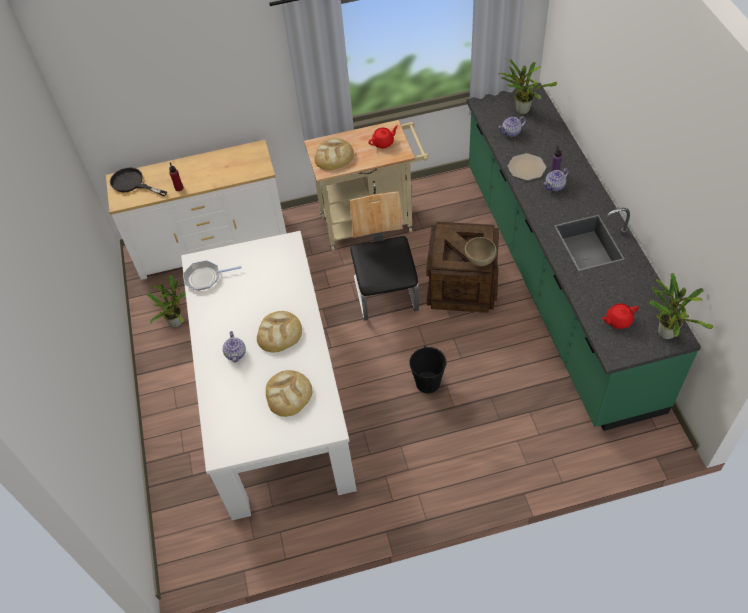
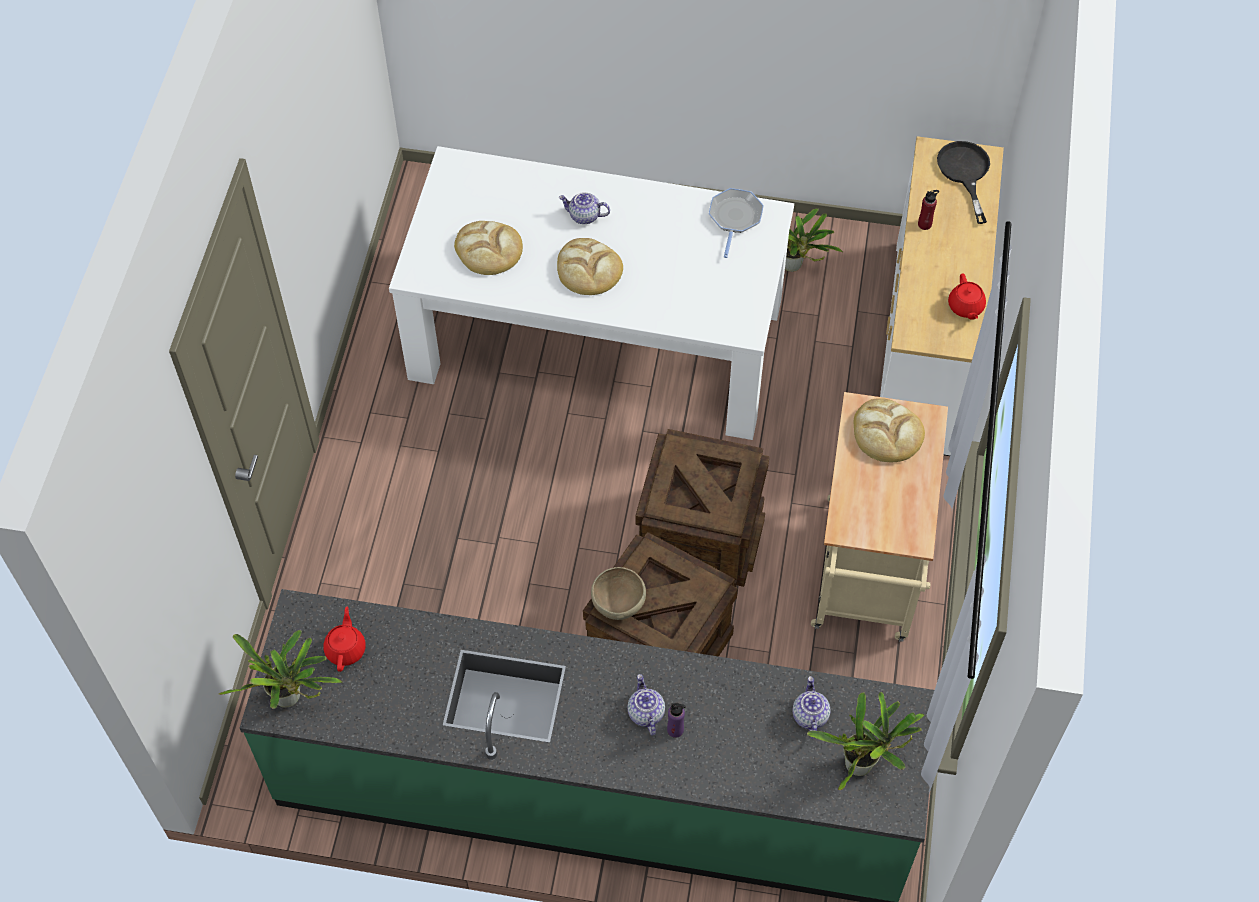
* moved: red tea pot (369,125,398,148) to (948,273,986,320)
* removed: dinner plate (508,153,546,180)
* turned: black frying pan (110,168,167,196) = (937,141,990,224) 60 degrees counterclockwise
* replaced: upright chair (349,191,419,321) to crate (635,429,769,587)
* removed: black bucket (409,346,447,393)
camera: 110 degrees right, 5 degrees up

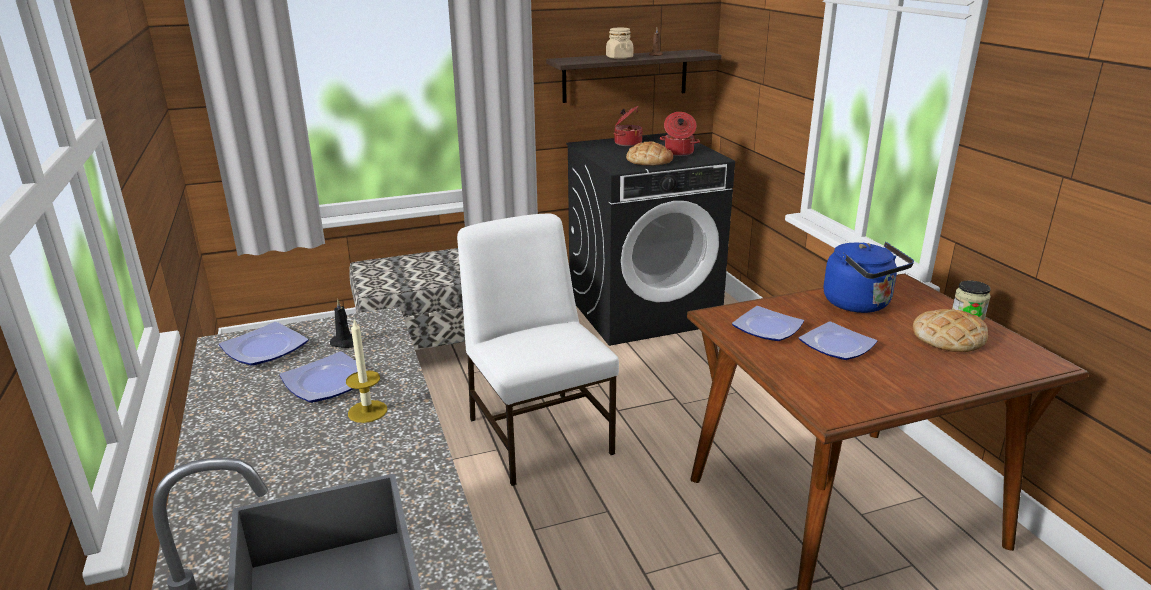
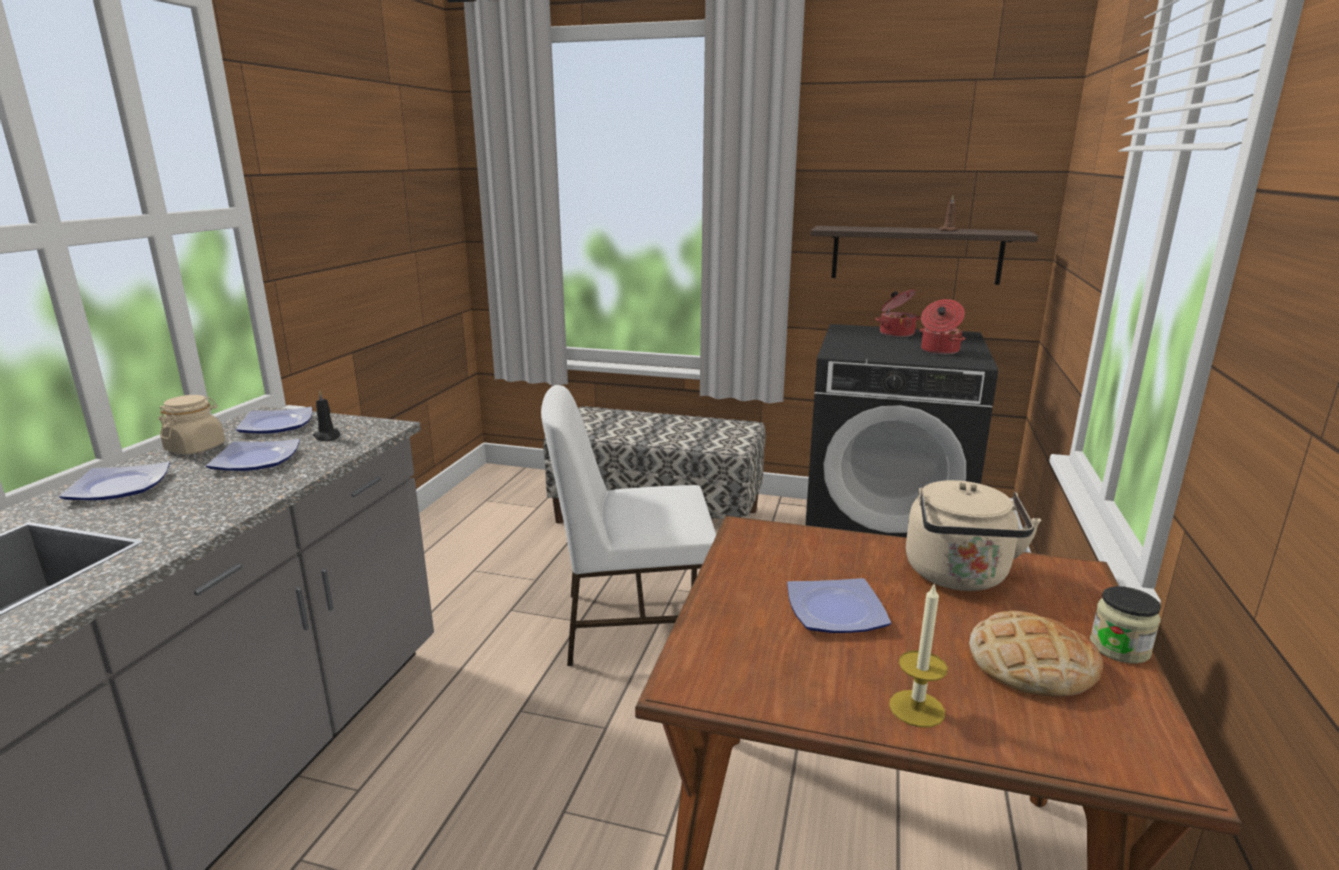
* moved: beige-coloured jar (606,28,633,59) to (158,395,225,454)
* removed: bakery bread (626,141,673,166)
* turned: white upright chair (457,214,619,486) = (541,385,716,666) 105 degrees counterclockwise
* recoloured: blue-coloured kettle (823,242,914,313) to beige-coloured kettle (906,480,1041,591)
* moved: dinner plate (732,306,804,341) to (59,462,170,500)
* moved: wax candle (346,320,387,423) to (889,582,947,728)
camera: 35 degrees right, 5 degrees down

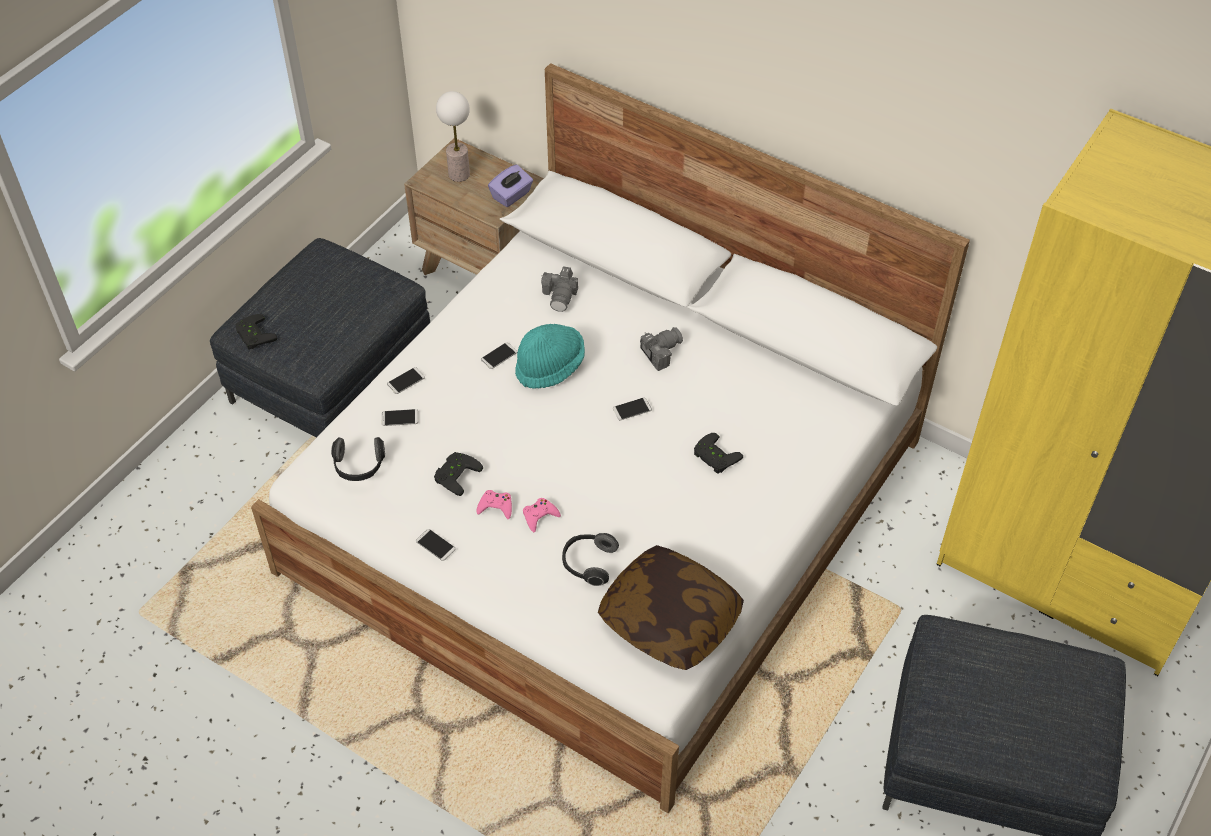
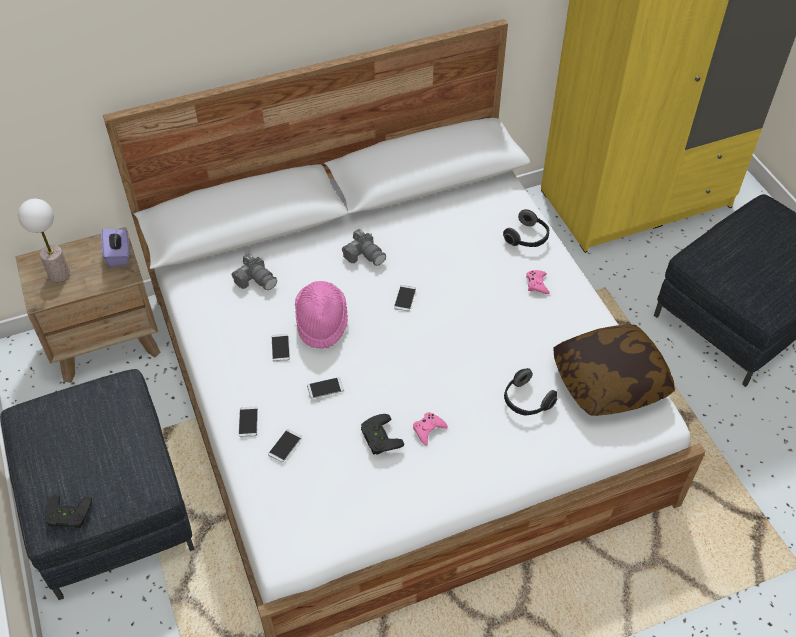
* recoloured: turquoise hat (515,324,585,389) to pink hat (295,281,348,349)
* turned: photo camera (640,327,683,371) = (342,229,386,266) 135 degrees clockwise
* removed: black gamepad (694,433,743,474)
* moved: pair of headphones (331,437,385,481) to (503,209,549,247)
* moved: pink gamepad (523,498,561,532) to (526,270,550,294)
* moved: telephone (416,529,455,561) to (307,377,344,398)
camera: 55 degrees left, 0 degrees up

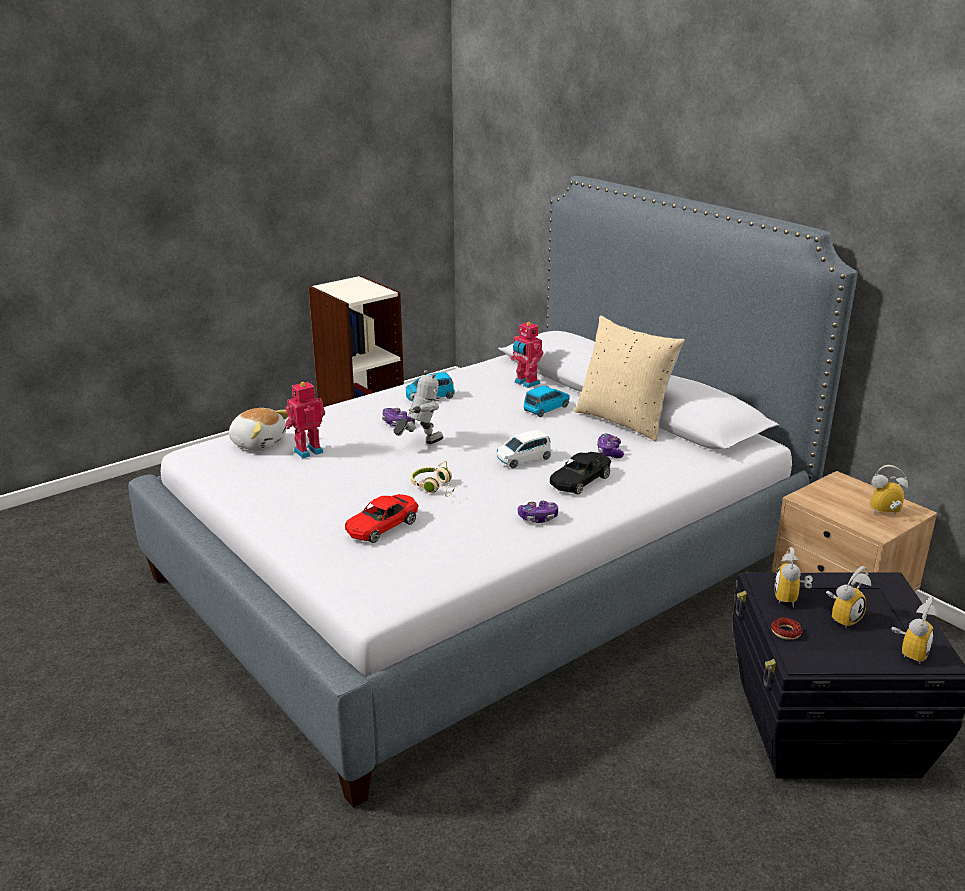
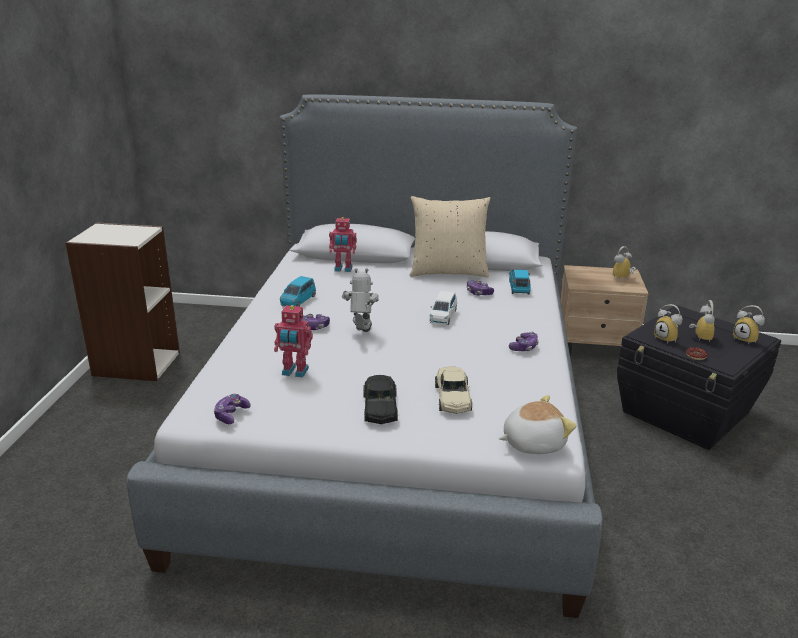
* turned: robot figure (285,381,325,458) = (274,305,313,378) 90 degrees counterclockwise
* moved: blue-coloured miniature car (524,386,570,417) to (509,270,531,295)
* moved: soft toy (229,408,288,451) to (499,395,577,454)
* moved: black miniature car (550,452,612,495) to (363,375,398,424)
* removed: beige-coloured pair of headphones (411,461,454,497)
* recoloured: red miniature car (345,494,419,543) to beige-coloured miniature car (435,366,472,414)
* turned: alarm clock (891,596,938,664) = (733,305,765,345) 150 degrees clockwise
* added: gamepad (213,394,251,424)
camera: 45 degrees left, 0 degrees up

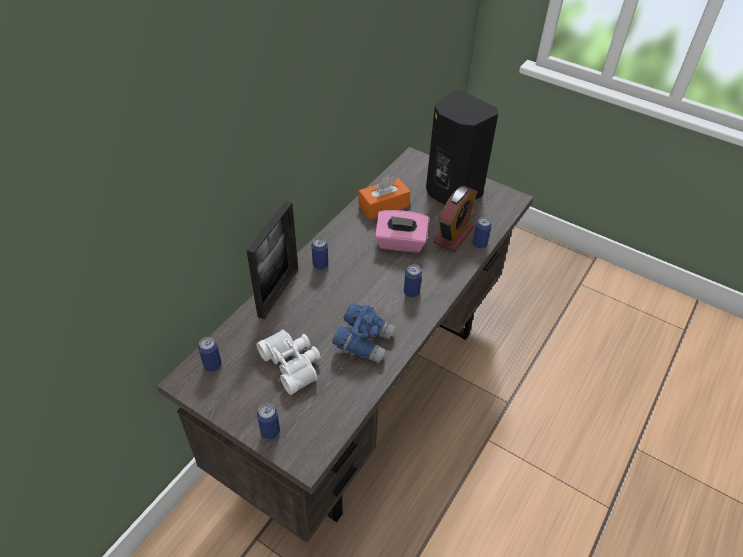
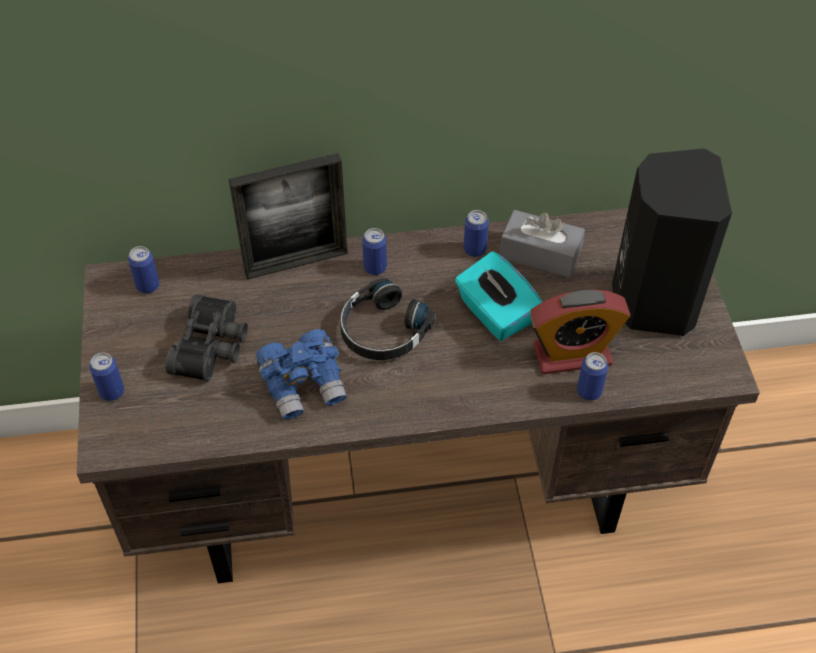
* recoloured: orange-coloured tissue holder (358,176,411,220) to greyish tissue holder (500,210,585,278)
* recoloured: pink tissue holder (375,210,429,253) to turquoise tissue holder (455,251,542,341)
* moved: sealed can (404,265,422,298) to (464,210,489,257)
* recoloured: white field glasses (256,329,321,395) to black field glasses (165,294,248,381)
* added: black pair of headphones (340,278,435,360)
camera: 50 degrees right, 5 degrees up

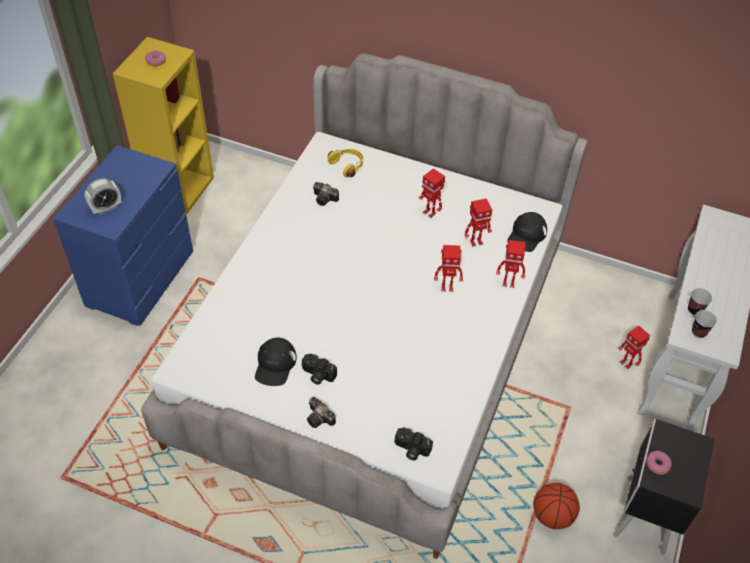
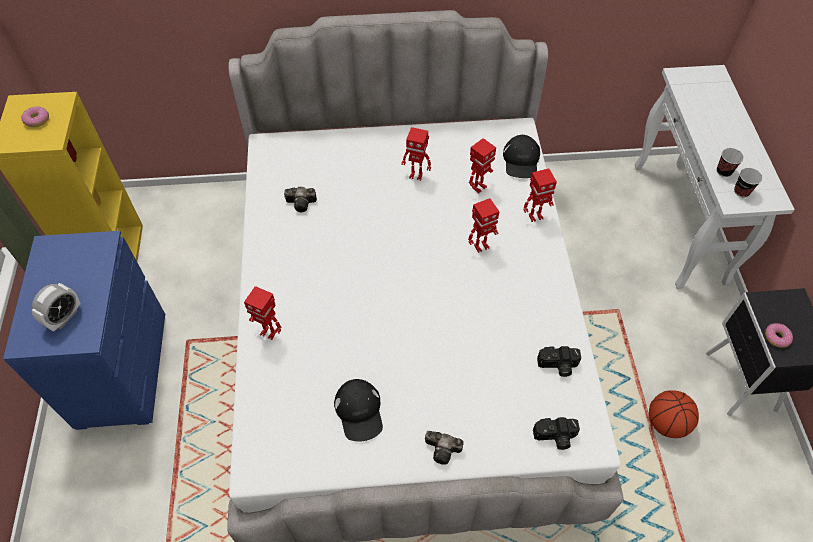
* removed: yellowish pair of headphones (328,149,363,178)
* moved: robot figure (618,325,650,369) to (244,286,281,340)
* moved: photo camera (301,354,337,385) to (537,346,581,377)
camera: 25 degrees left, 5 degrees up

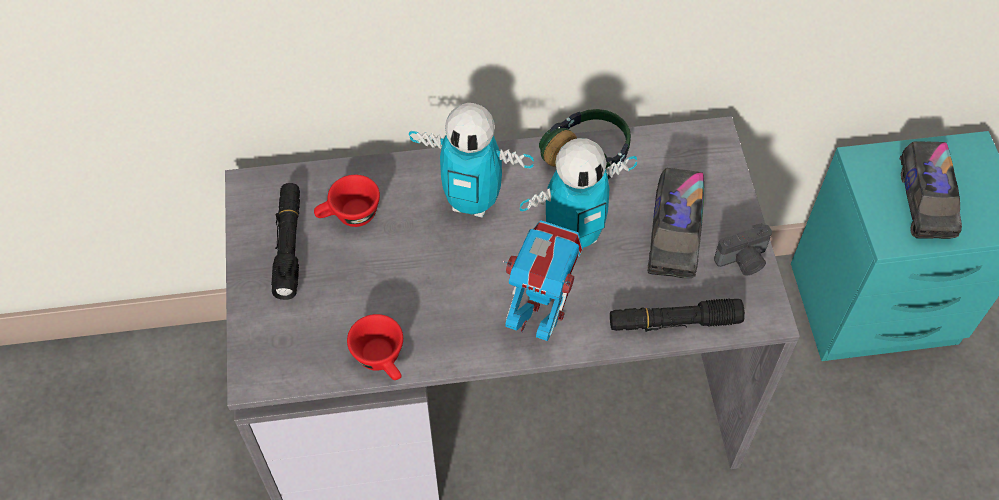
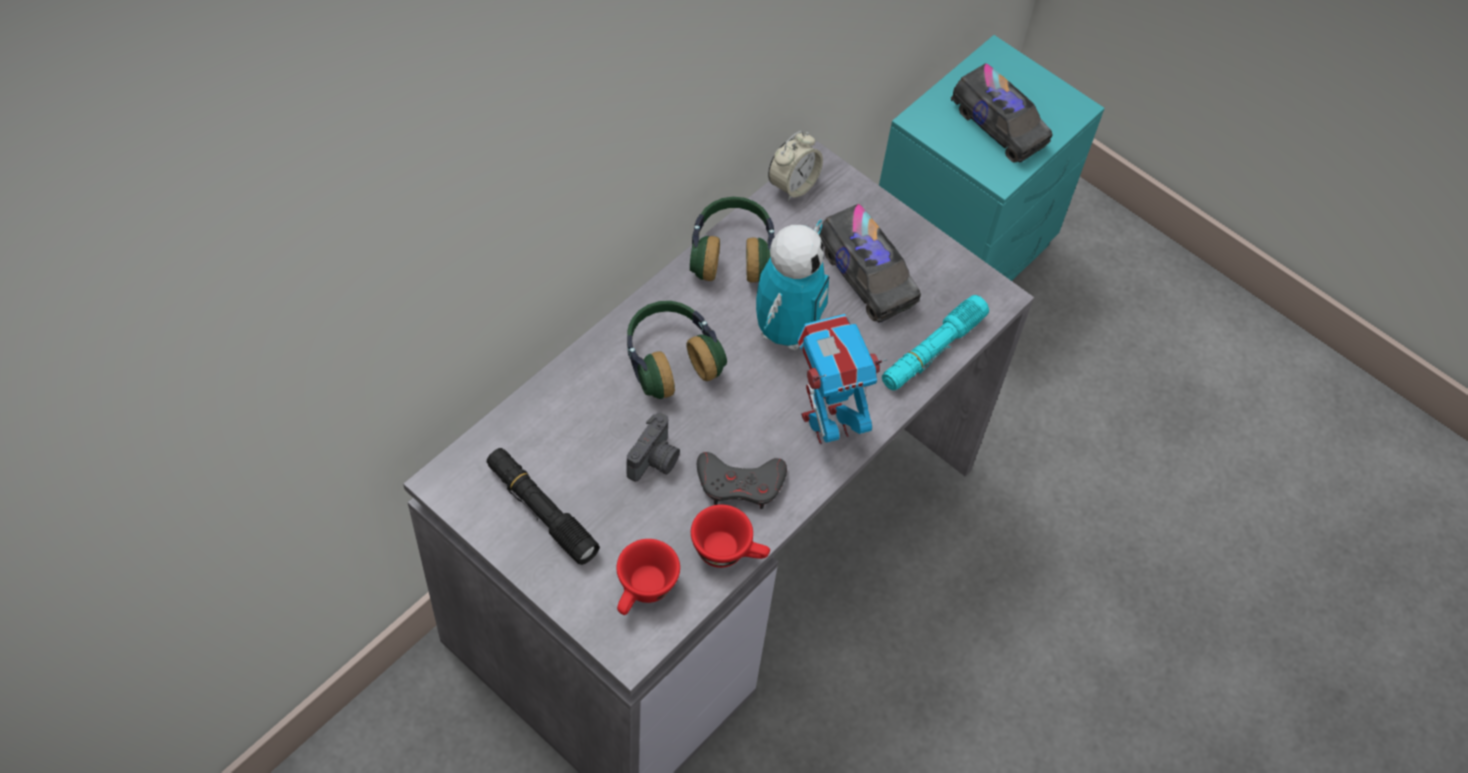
* replaced: robot figure (409,103,534,217) to pair of headphones (627,301,727,399)
* moved: red small cup (314,175,380,227) to (616,539,680,615)
* moved: photo camera (714,223,772,275) to (626,413,680,482)
* recoloured: black hand torch (610,298,745,332) to turquoise hand torch (882,295,989,391)
* added: alarm clock (768,130,823,201)
* added: greyish gamepad (697,452,787,509)
camera: 45 degrees left, 0 degrees up

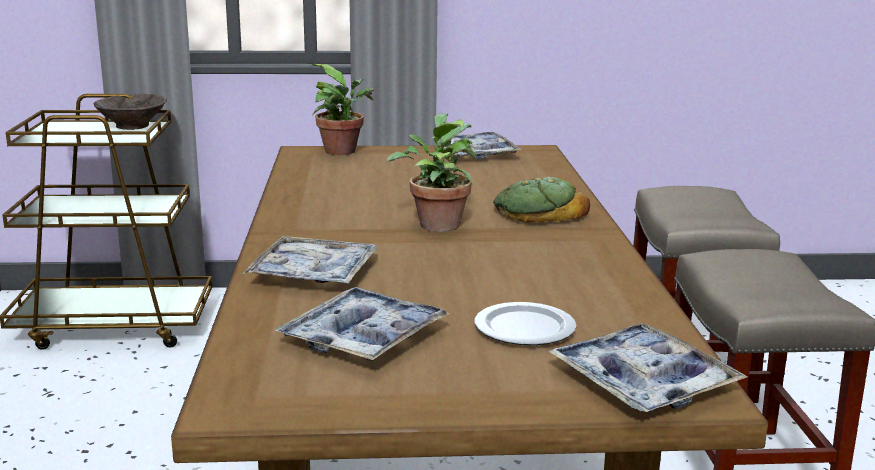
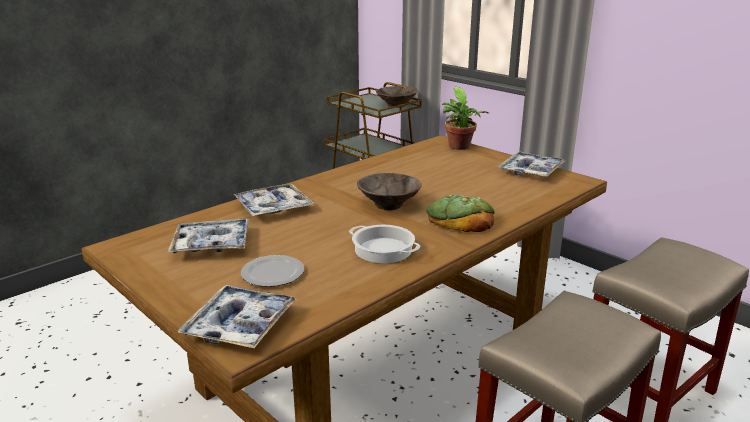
* replaced: potted plant (387,113,477,232) to brown deep dish (357,173,422,211)
* added: saucepot (349,225,421,263)
camera: 50 degrees right, 5 degrees up

